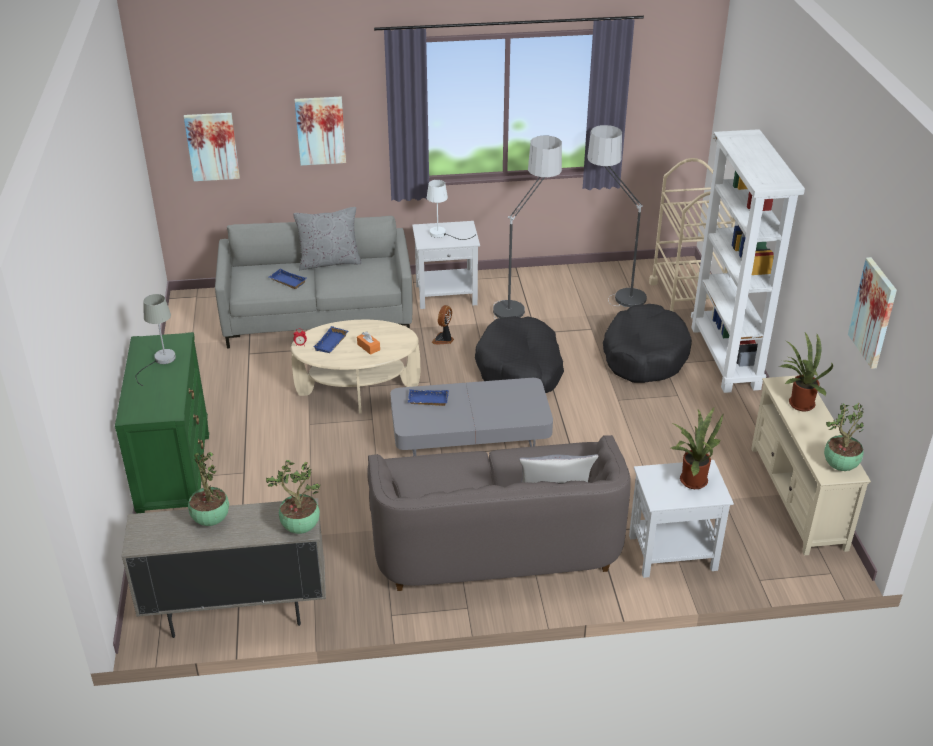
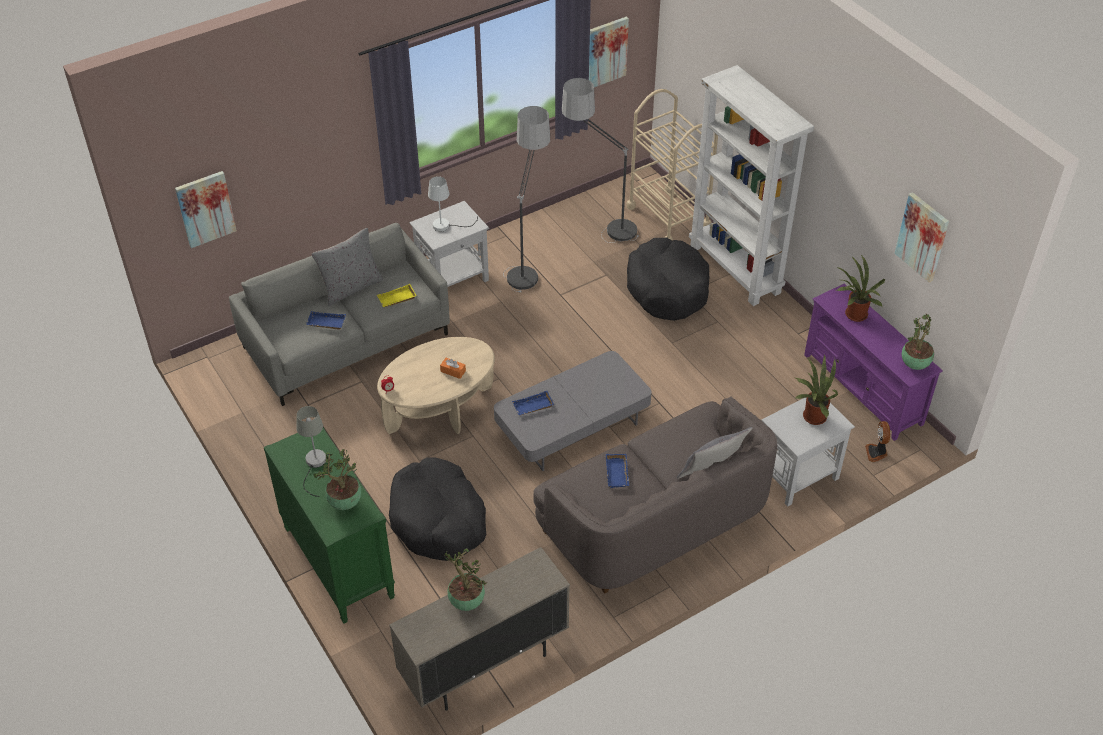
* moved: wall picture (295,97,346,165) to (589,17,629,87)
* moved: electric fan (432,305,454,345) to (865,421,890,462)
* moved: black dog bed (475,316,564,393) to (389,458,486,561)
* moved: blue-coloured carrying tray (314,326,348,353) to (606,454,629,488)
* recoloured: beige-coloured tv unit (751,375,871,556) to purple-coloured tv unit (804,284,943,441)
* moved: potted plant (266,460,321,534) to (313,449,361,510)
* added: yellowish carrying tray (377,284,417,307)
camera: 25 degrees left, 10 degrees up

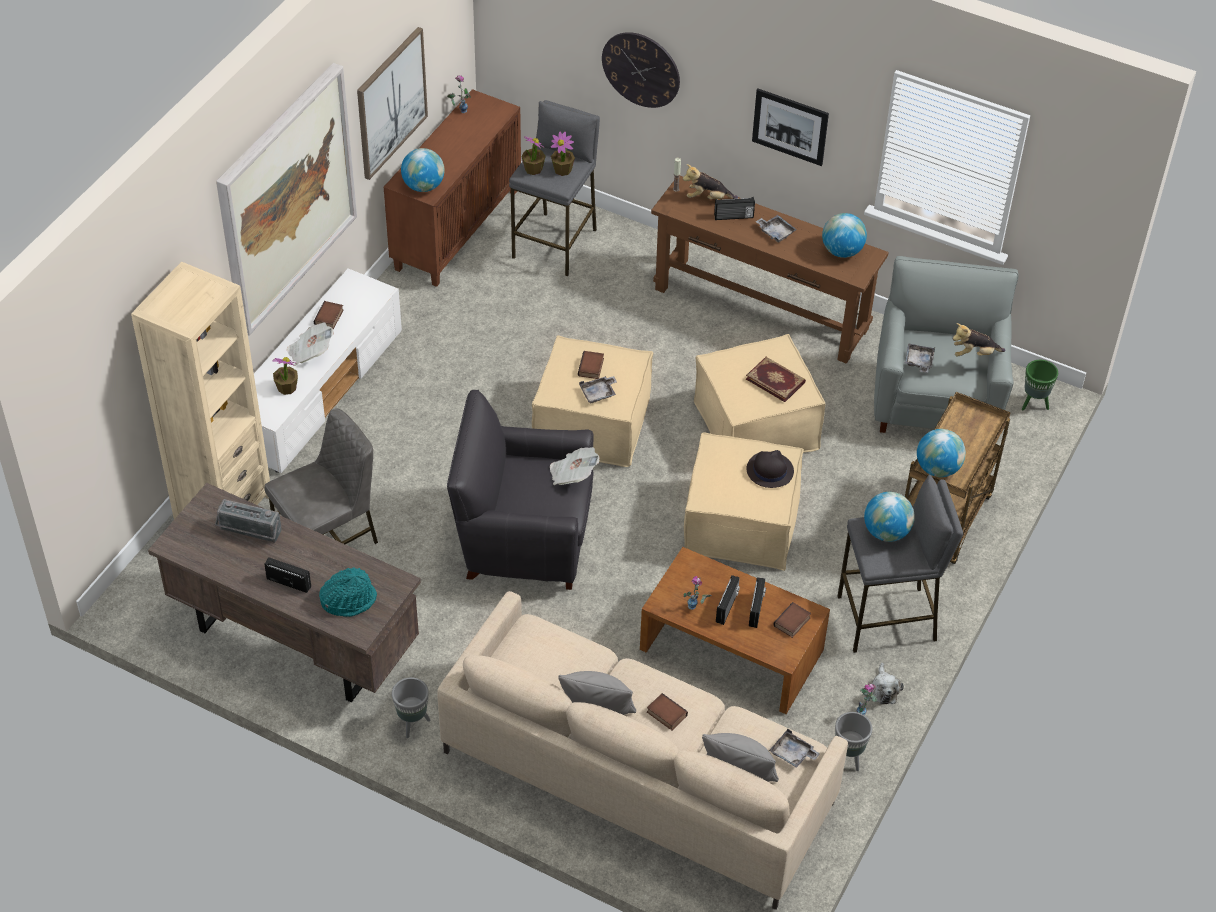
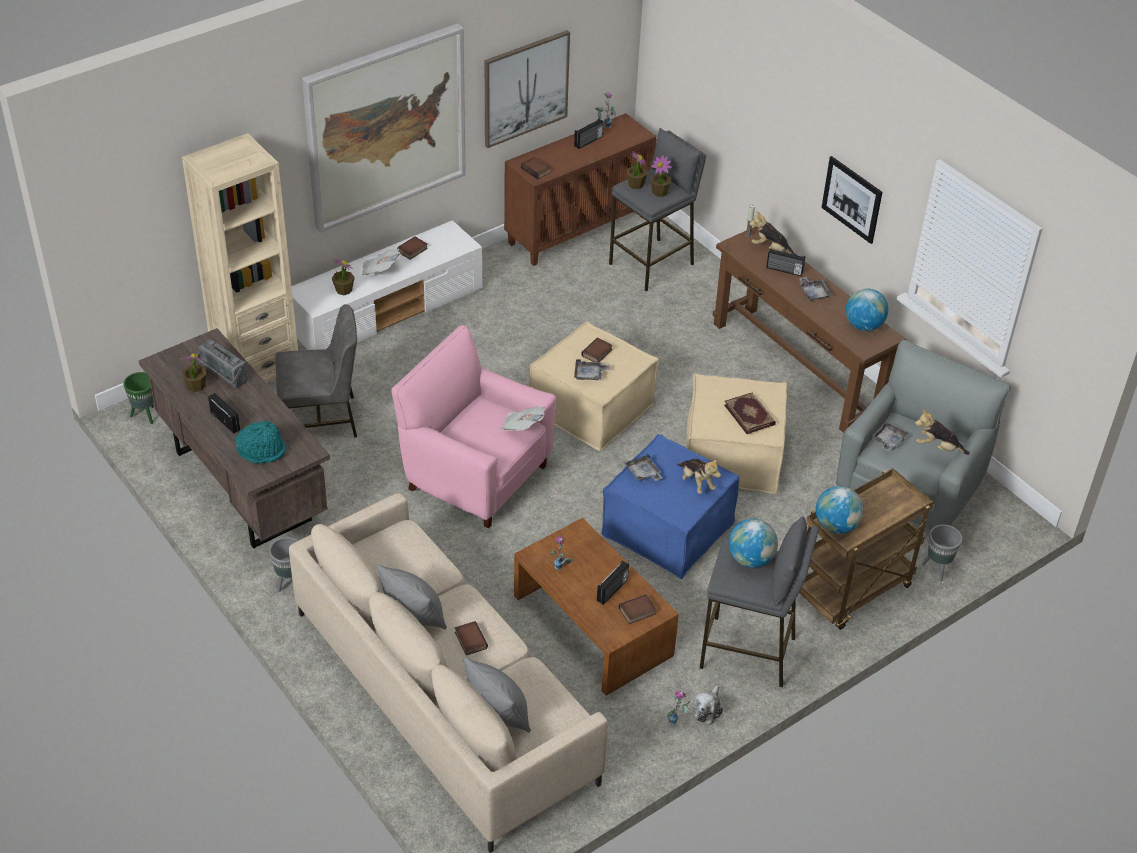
* removed: wall clock (602,32,680,108)
* replaced: desk globe (401,148,445,192) to volume (521,157,551,179)
* moved: green-coloured plant pot (1022,360,1058,410) to (123,372,154,424)
* recoloured: black armchair (447,390,594,590) to pink armchair (392,325,556,528)
* recoloured: beige-coloured pouffe (684,432,804,571) to blue-coloured pouffe (602,434,740,579)
* replaced: black hat (746,450,794,488) to soft toy (677,459,721,494)
* moved: radio receiver (716,575,740,625) to (574,118,604,149)
* moved: greyish plant pot (835,712,872,771) to (922,525,962,581)
* moved: greyish carrying tray (769,728,820,768) to (625,454,662,481)
* added: potted plant (182,353,207,392)
camera: 25 degrees right, 5 degrees down

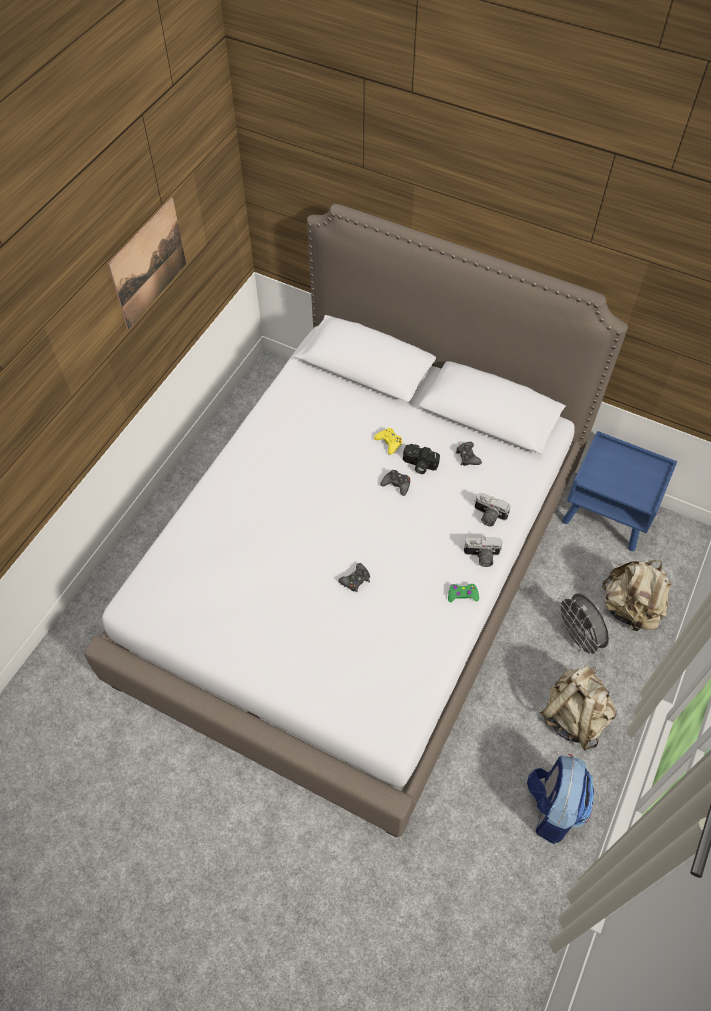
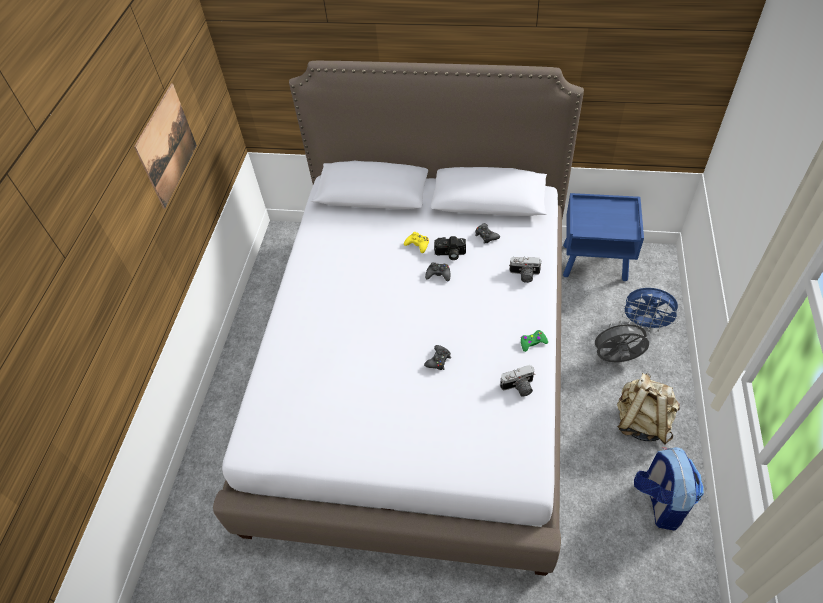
* moved: photo camera (464,537,503,567) to (500,365,536,397)
* replaced: beige-coloured knapsack (602,560,671,632) to blue-coloured electric fan (621,288,681,332)
* turned: greyish electric fan (556,594,609,659) = (591,320,650,362) 135 degrees clockwise
camera: 15 degrees left, 5 degrees down

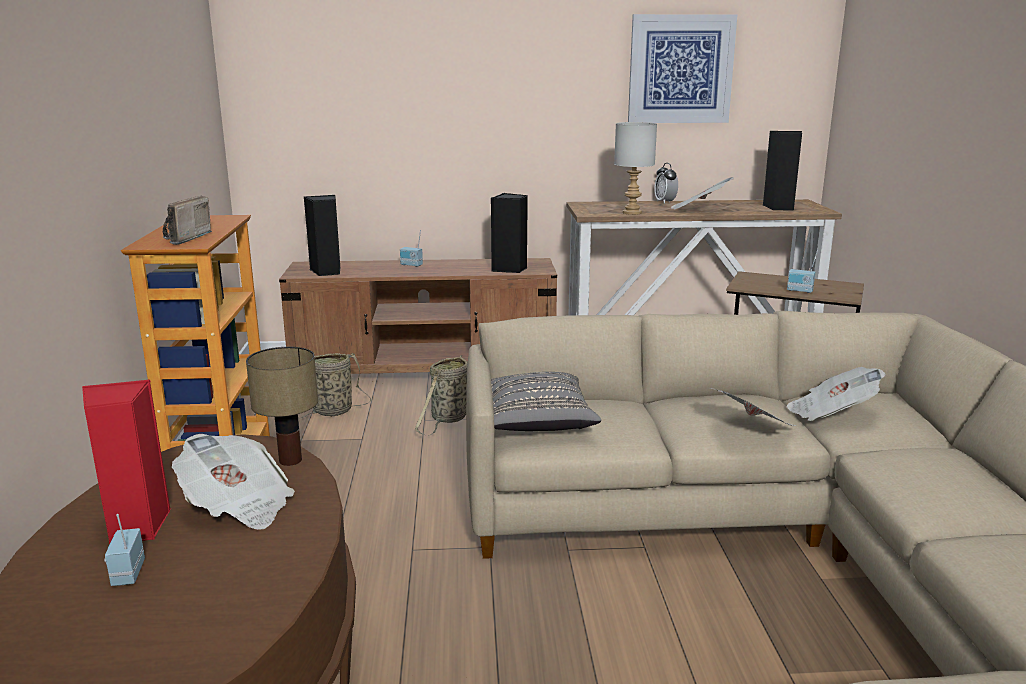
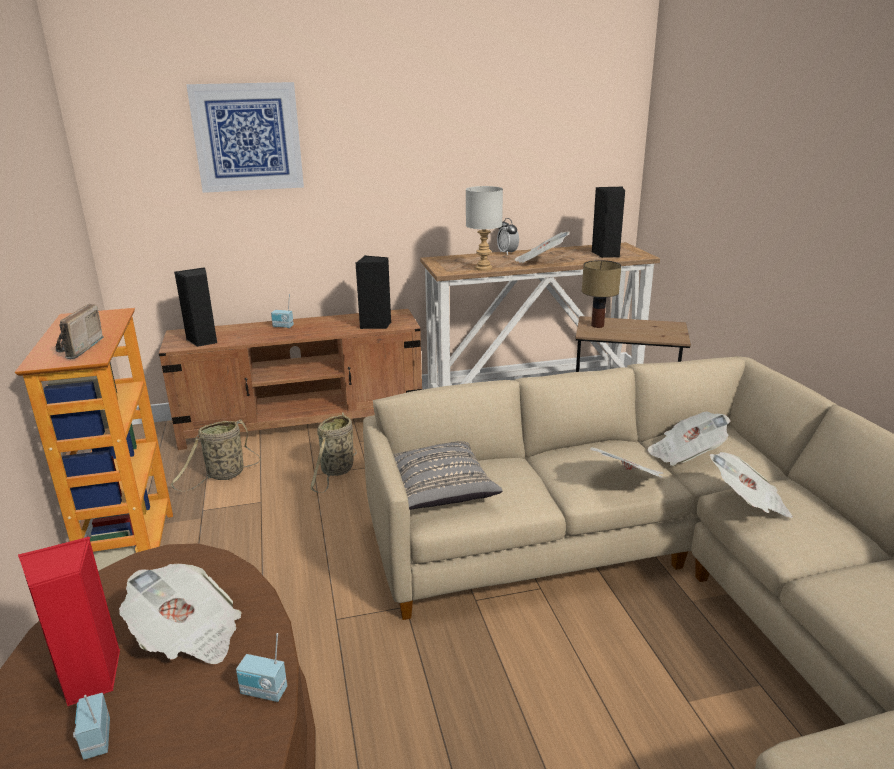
* moved: wall picture (628,14,737,123) to (186,82,304,193)
* moved: radio receiver (787,250,818,293) to (236,633,287,702)
* moved: tabletop lamp (246,347,318,466) to (582,260,621,328)
* added: daily paper (710,452,793,518)
camera: 10 degrees left, 5 degrees up

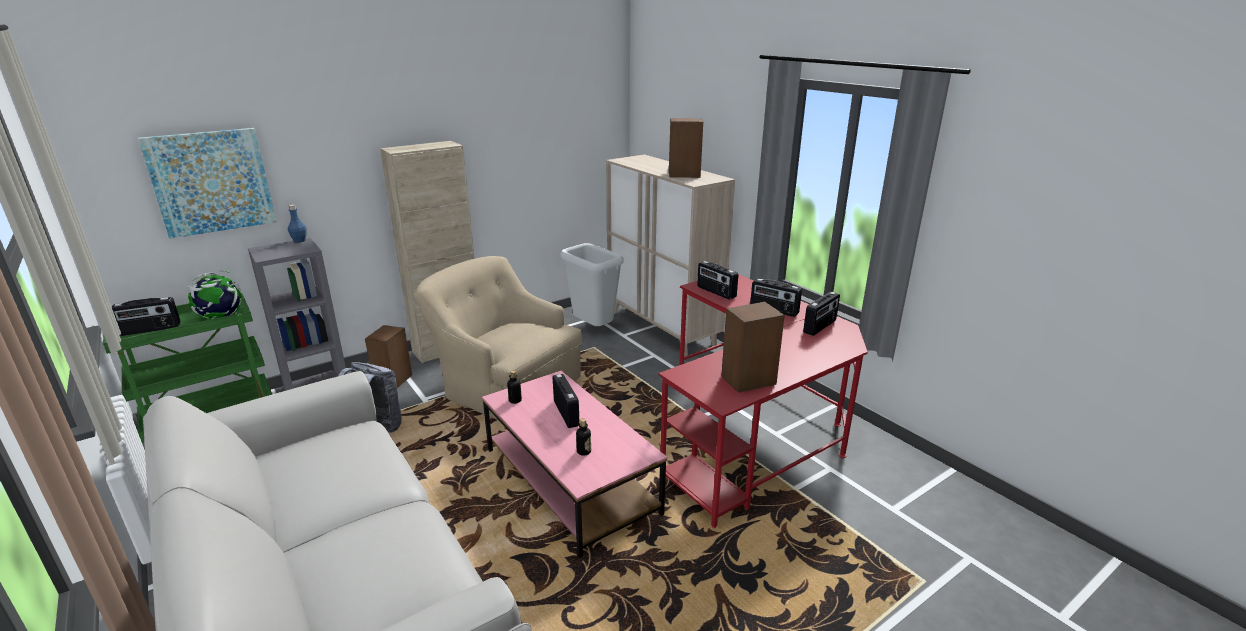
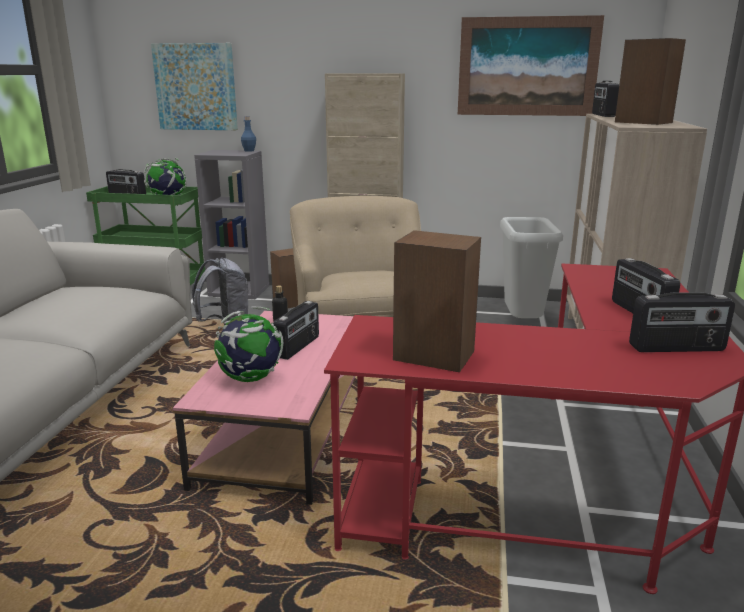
* moved: radio receiver (697,261,738,300) to (592,81,619,117)
* replaced: beverage bottle (576,418,591,456) to desk globe (214,307,283,382)
* added: wall picture (458,15,604,116)
camera: 45 degrees right, 5 degrees down

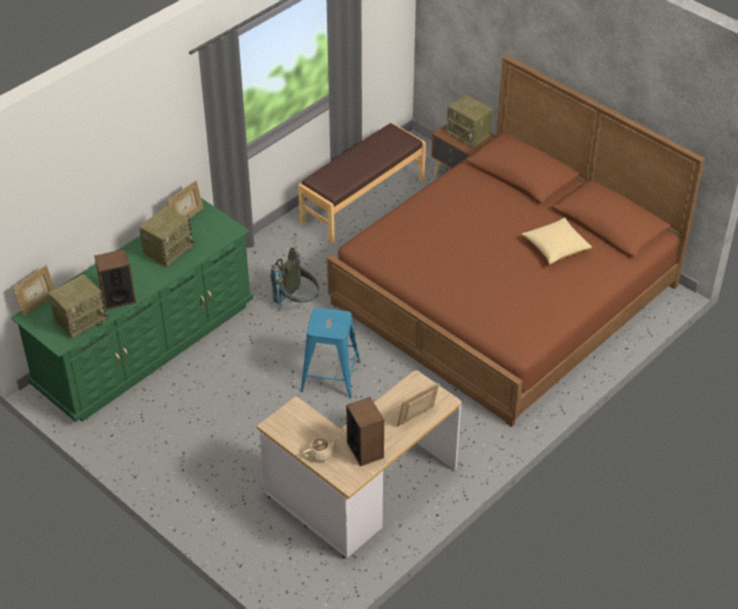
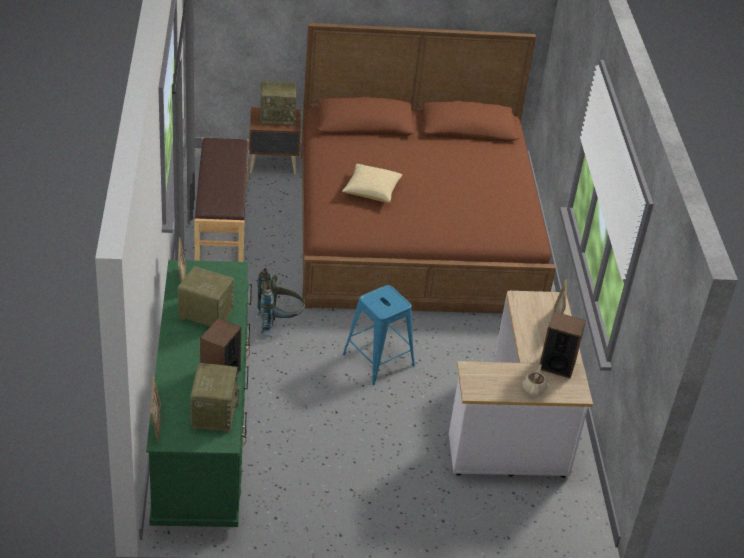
* turned: radio receiver (139,206,195,267) = (178,266,234,326) 60 degrees counterclockwise
* moved: throw pillow (522,217,592,265) to (342,164,402,203)
camera: 50 degrees left, 5 degrees down

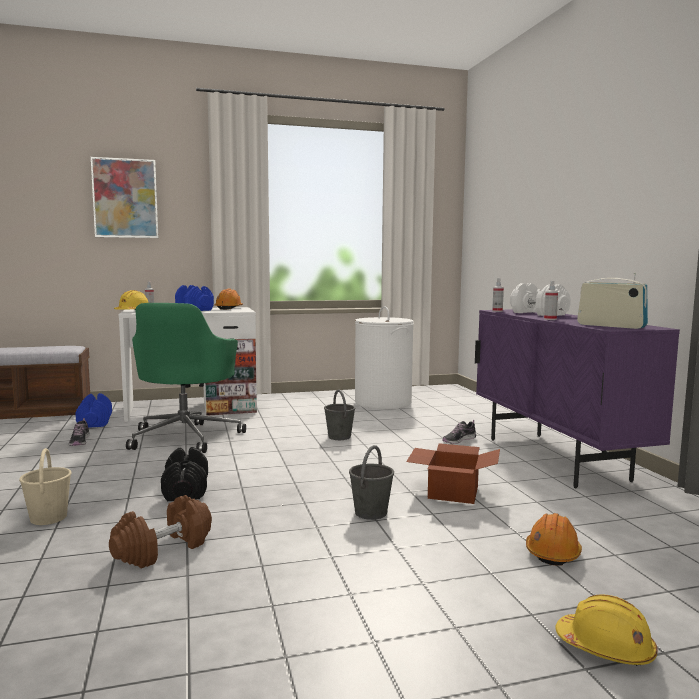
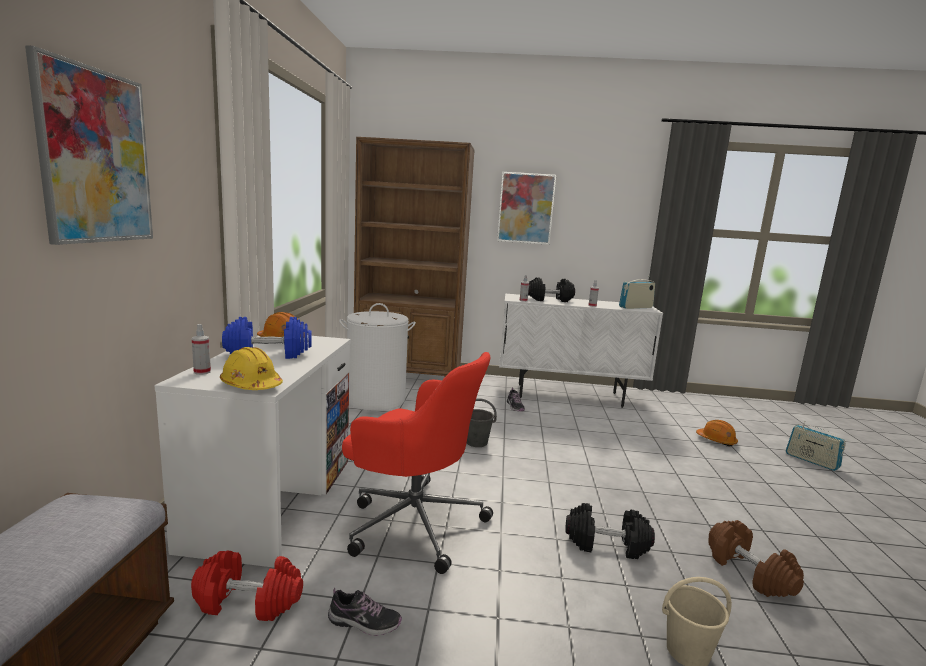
* recoloured: white free weight (510,283,571,316) to black free weight (528,277,575,302)
* recoloured: green-coloured desk chair (126,303,246,453) to red desk chair (342,352,493,574)
* recoloured: purple-coloured cabinet (475,309,680,488) to white cabinet (499,294,663,408)
* recoloured: blue-coloured free weight (75,393,112,428) to red free weight (191,550,303,621)
* removed: carton (406,443,500,504)
* removed: greyish bucket (349,445,394,520)
* replaced: yellowish safety helmet (555,594,657,666) to radio receiver (786,421,846,471)
* added: brown bookshelf (354,137,475,377)
* added: wall picture (497,172,556,245)
camera: 70 degrees left, 5 degrees up

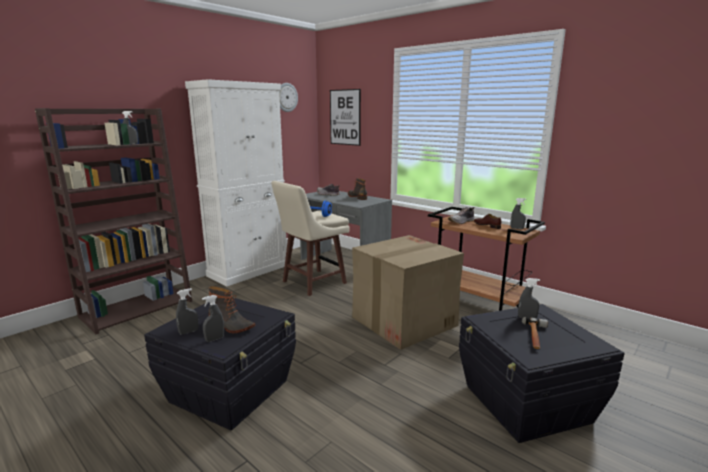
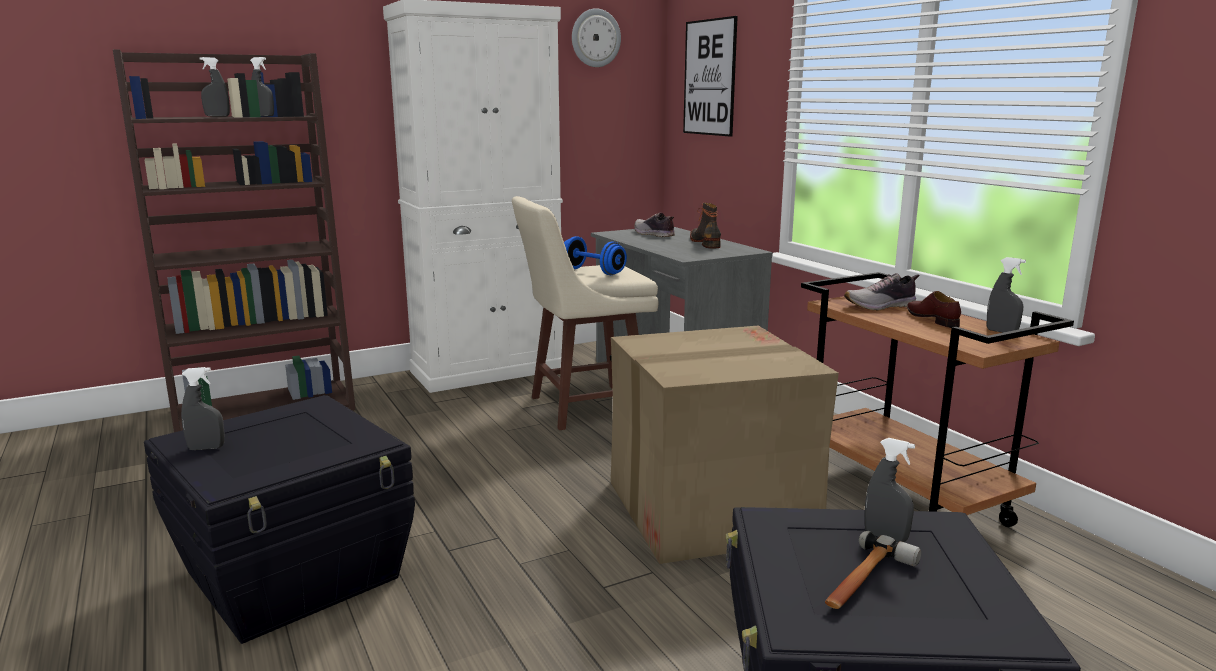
* removed: boot (208,286,255,333)
* moved: greyish hand sprayer (202,295,224,342) to (200,57,230,117)
camera: 20 degrees right, 0 degrees up

